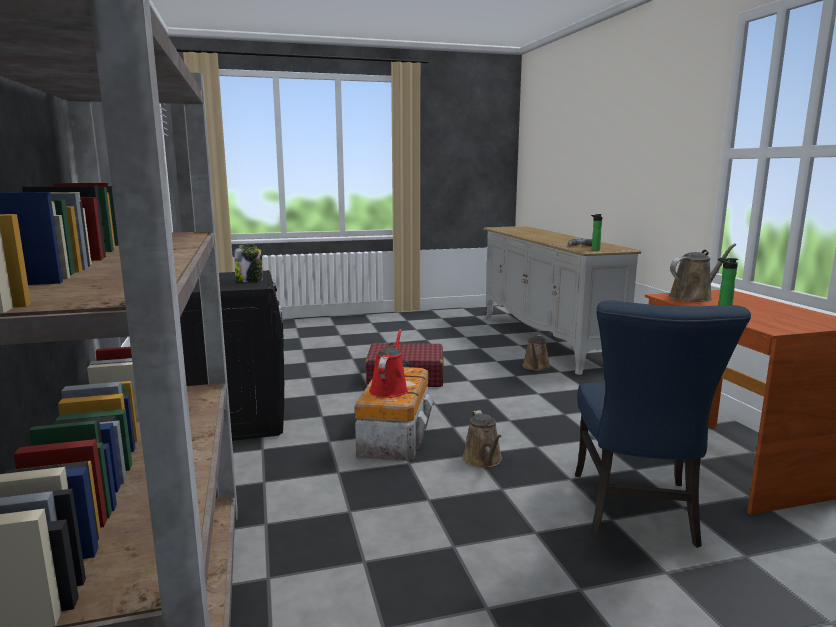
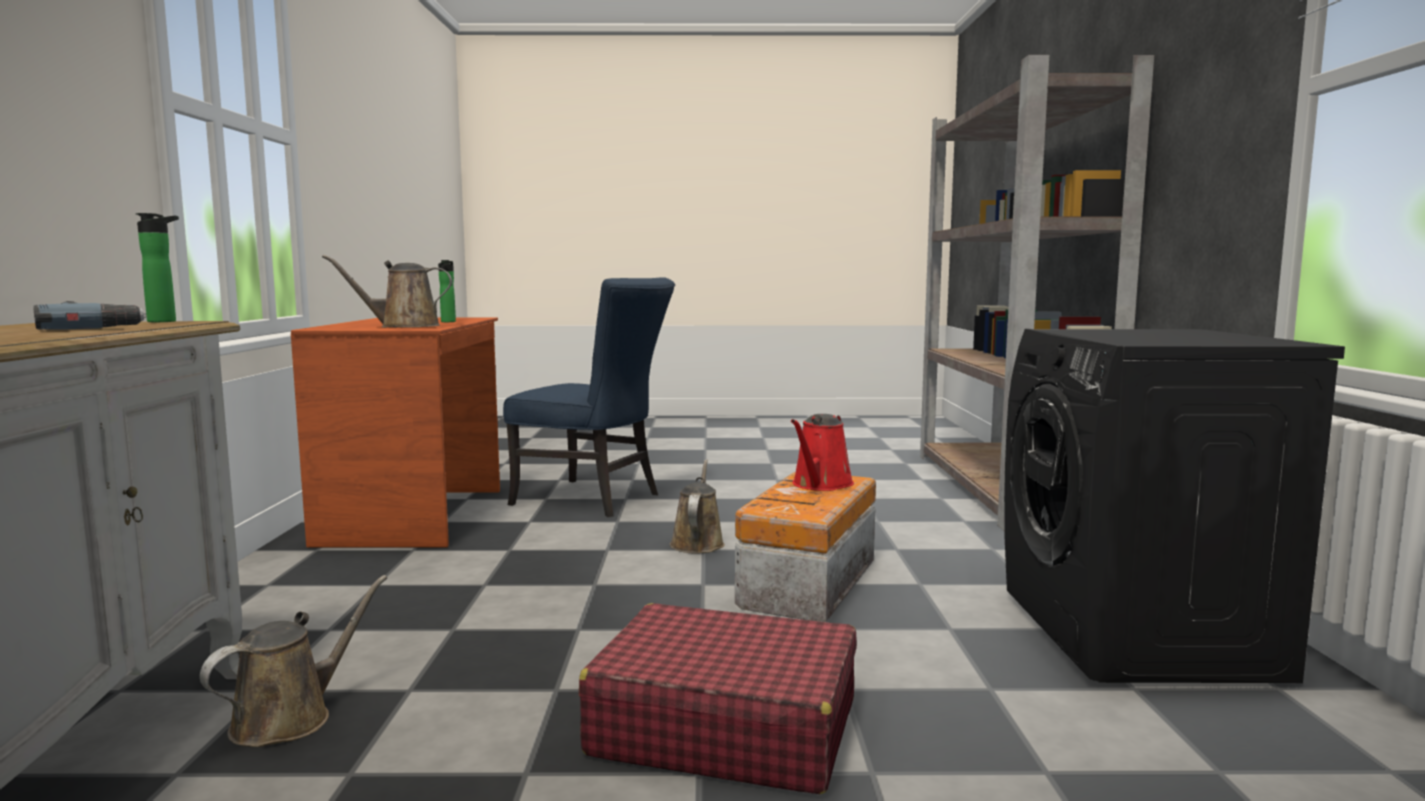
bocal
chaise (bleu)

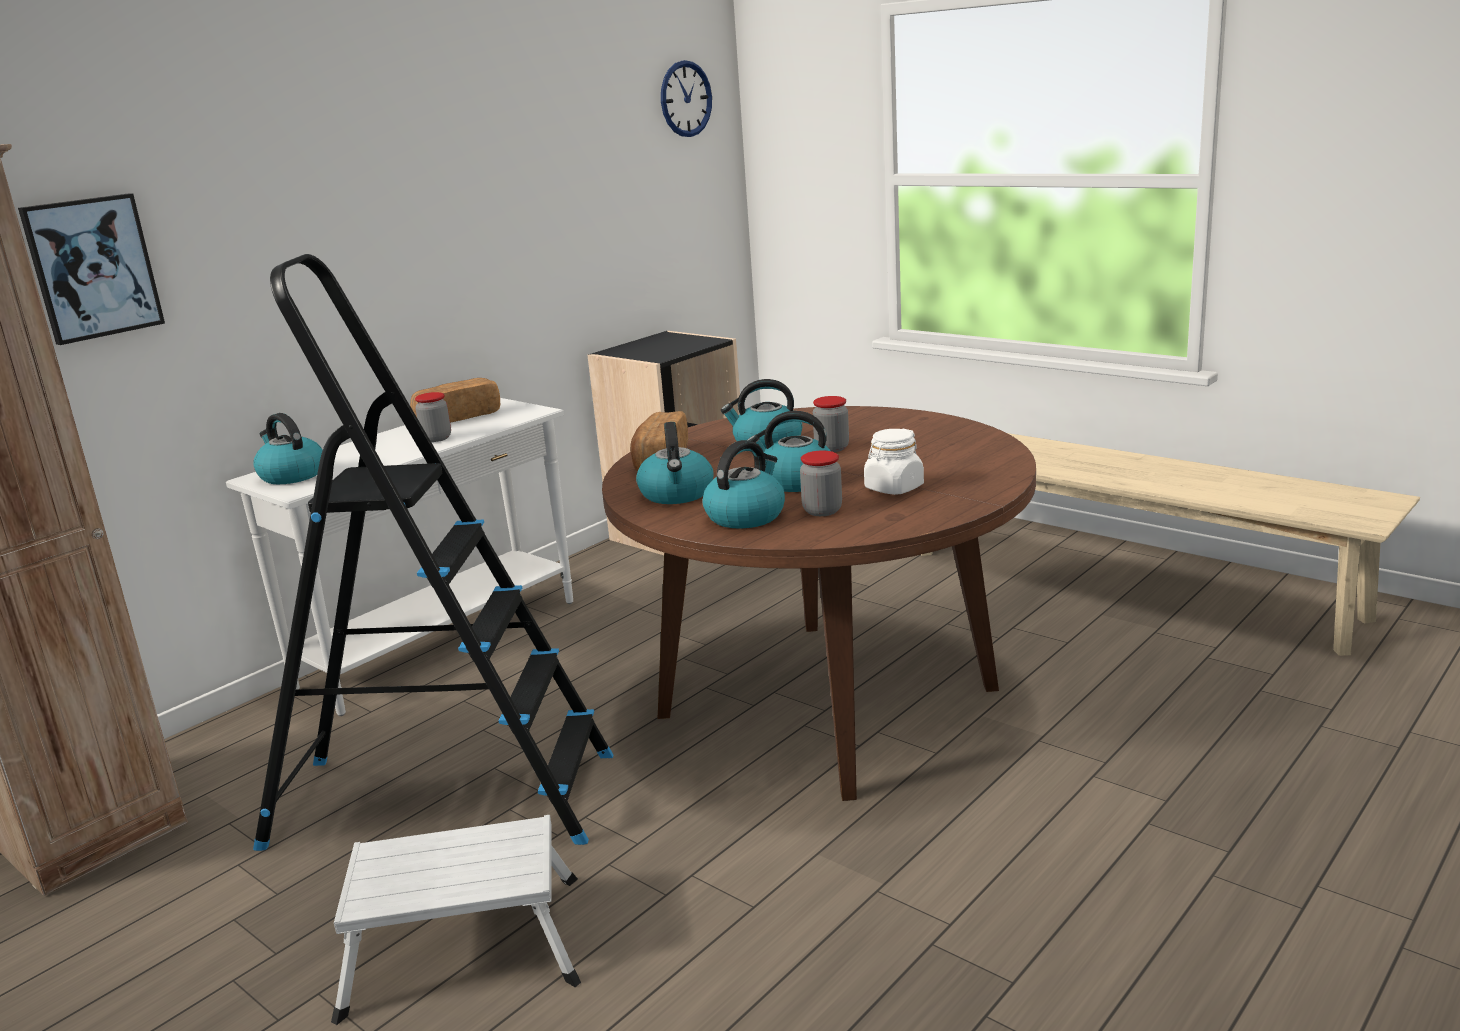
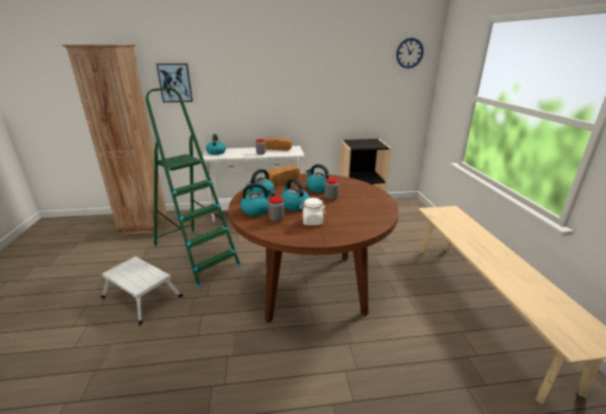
escabeau (vert)

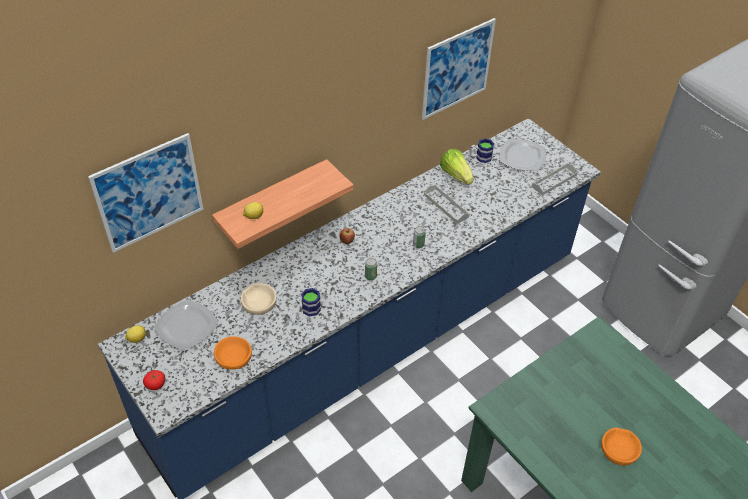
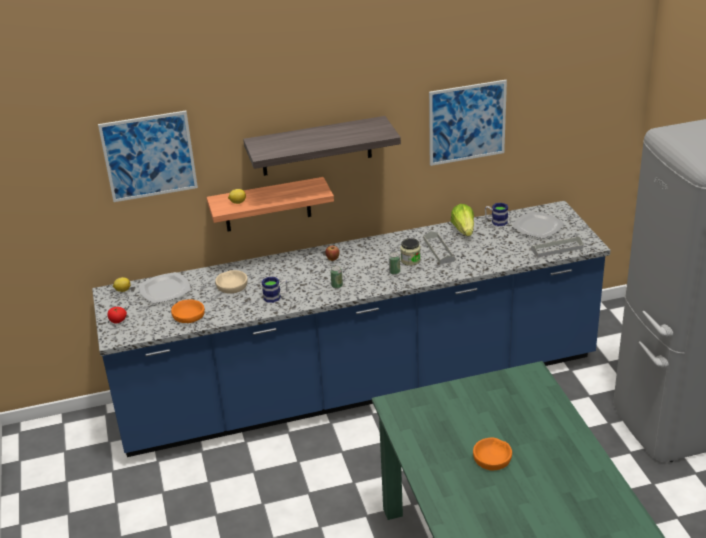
étagère (no. 2 from left)
bocal

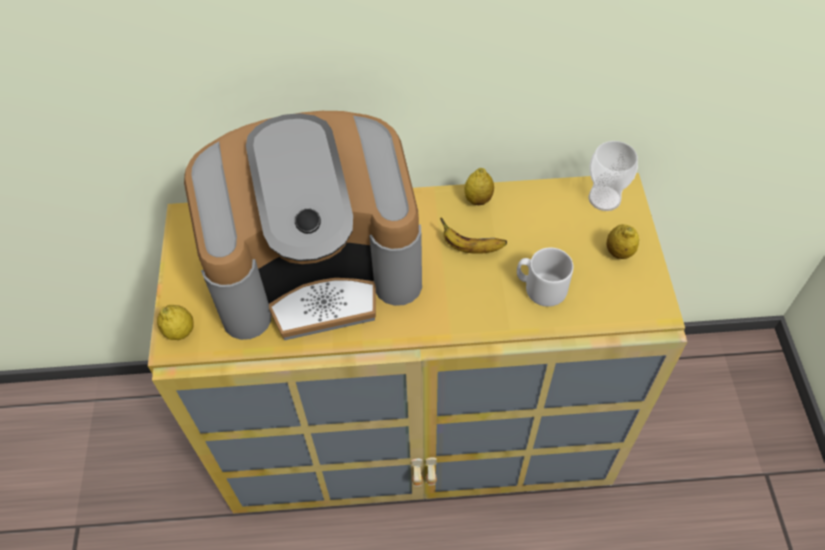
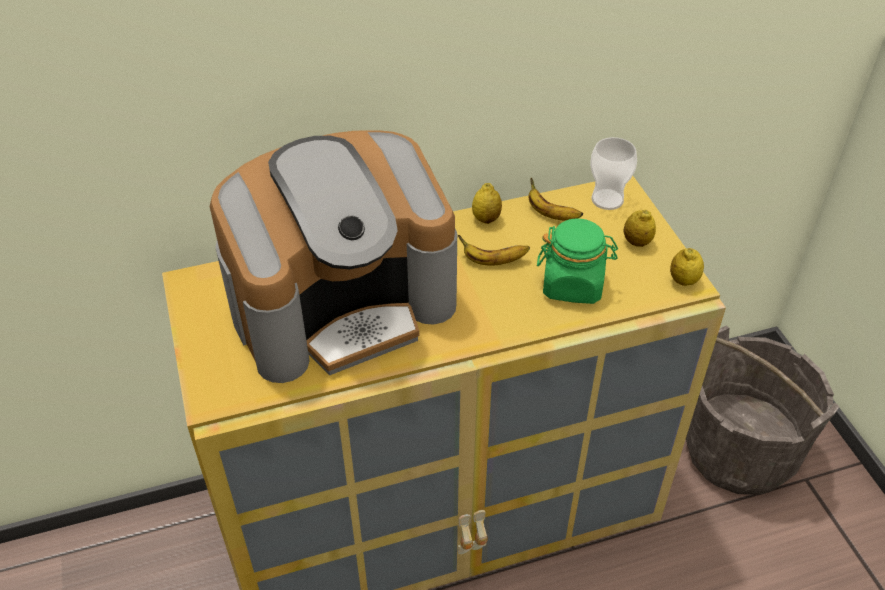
banane (no. 2 from left)
seau (gris)
citron (no. 3 from left)
bocal (vert)

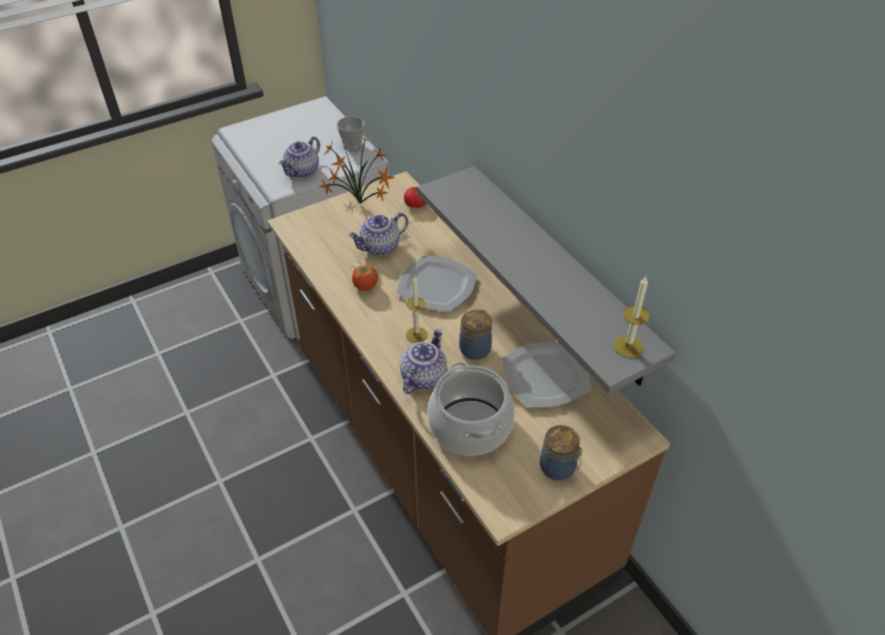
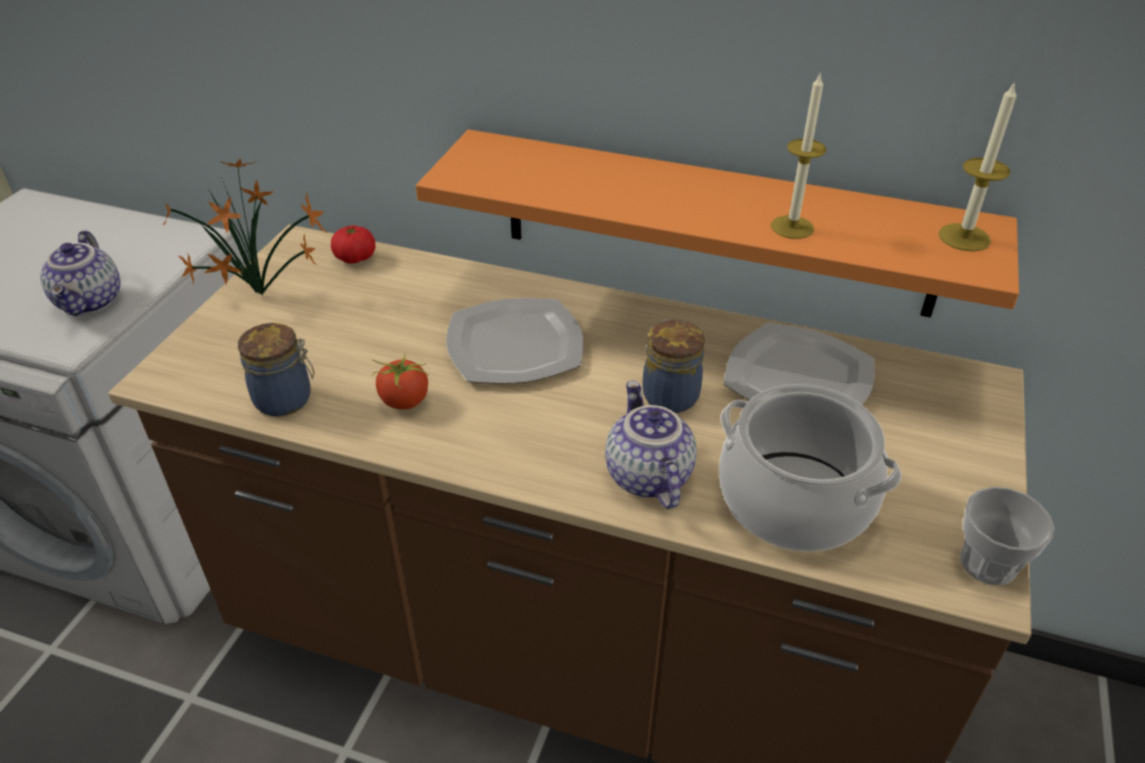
théière (no. 2 from left in the first image)
tasse
bougie (no. 1 from left)
bocal (no. 1 from left)
étagère (orange)

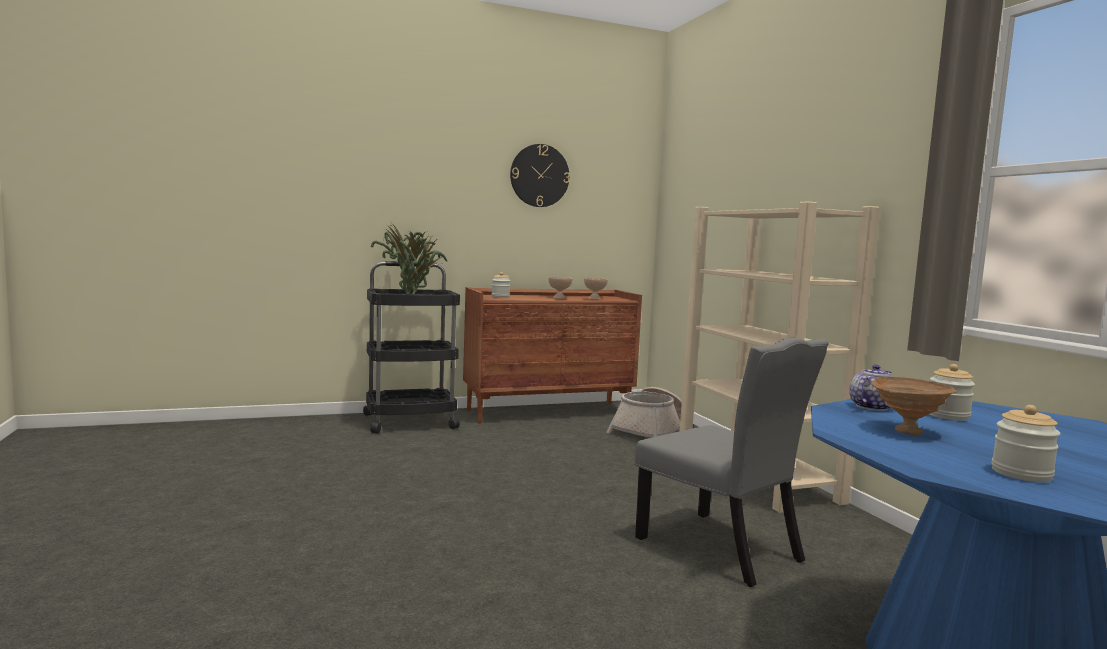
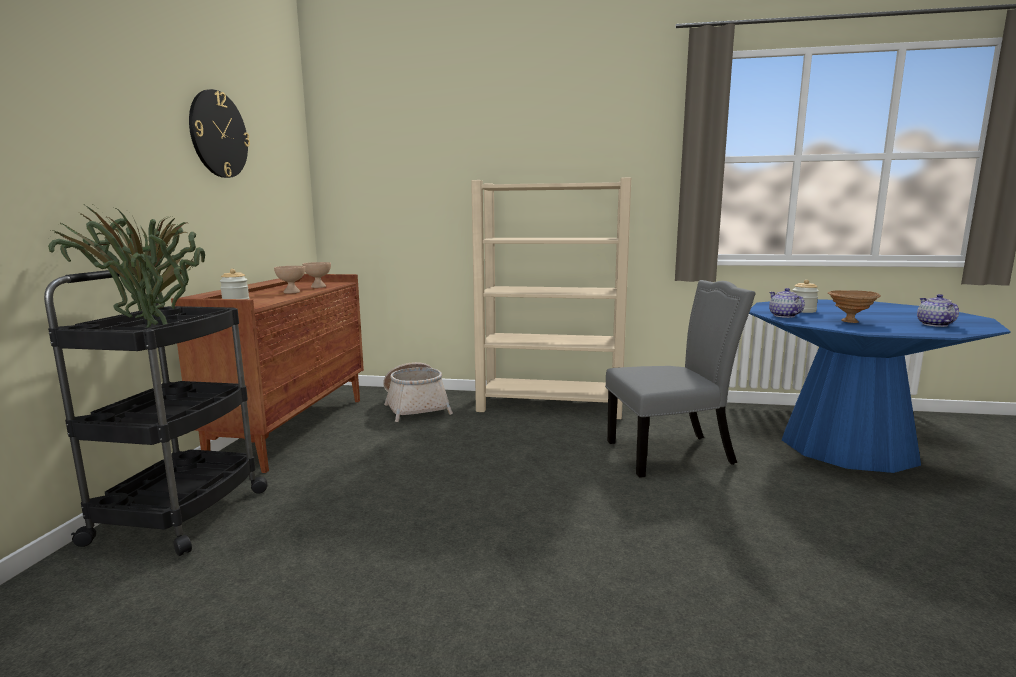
théière (no. 2 from left)

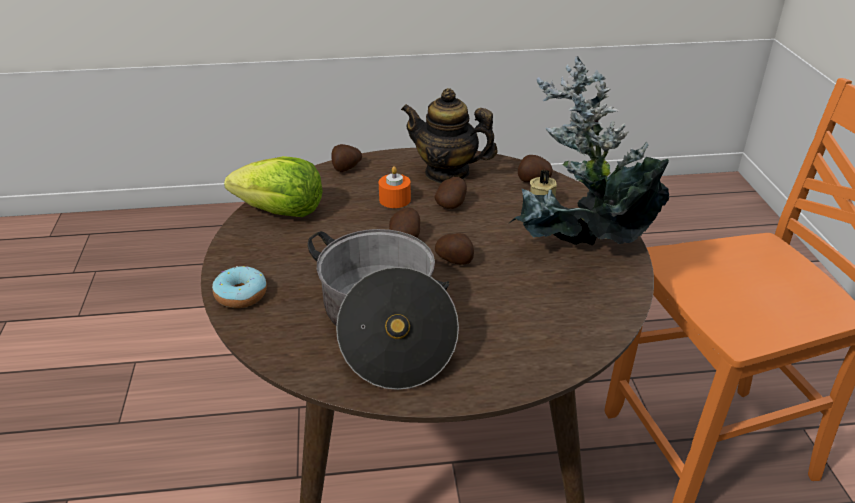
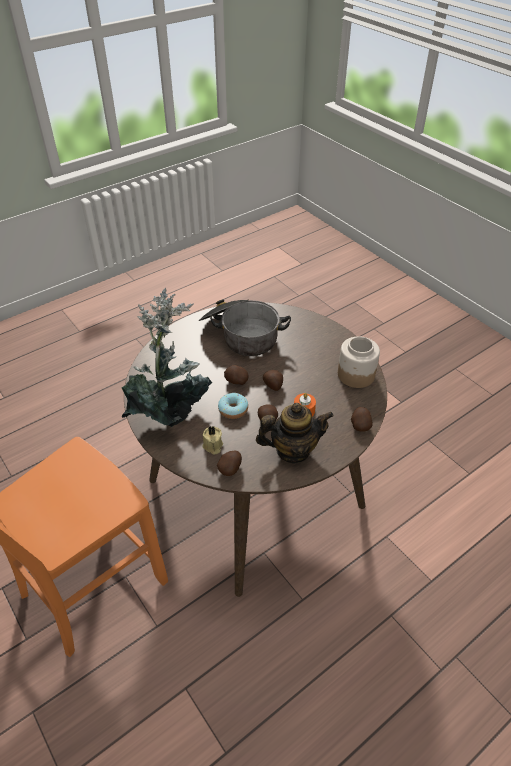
beignet
bocal

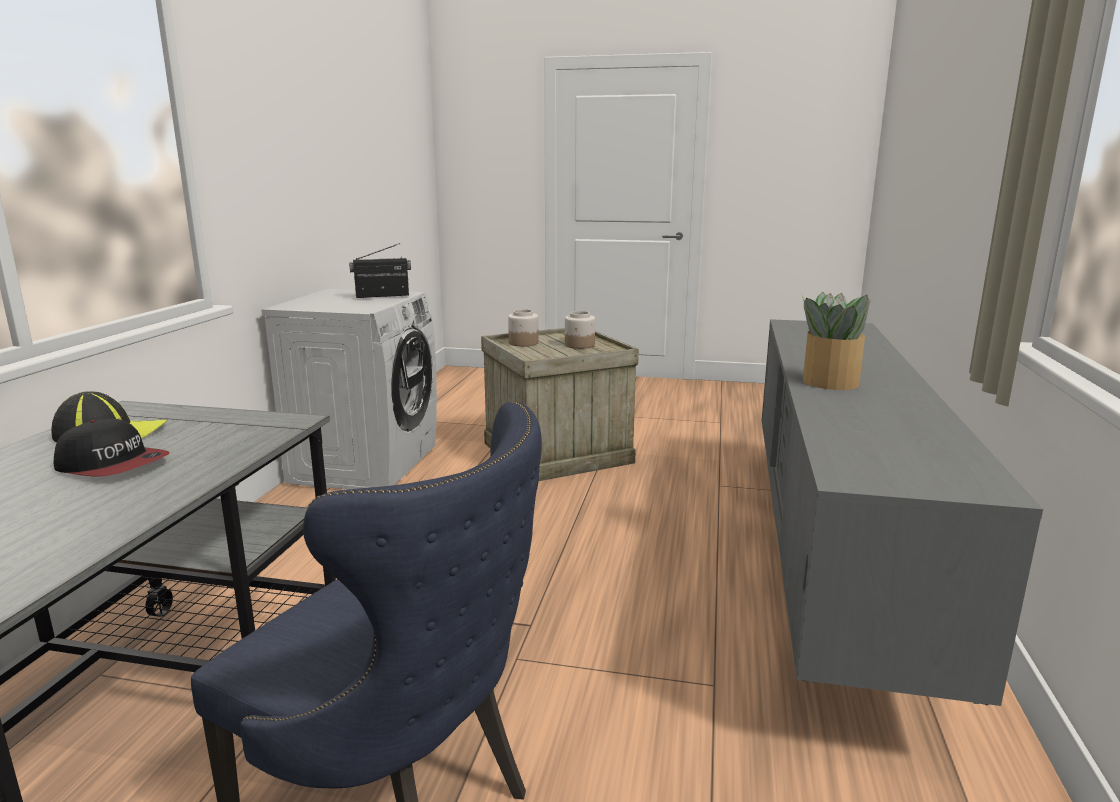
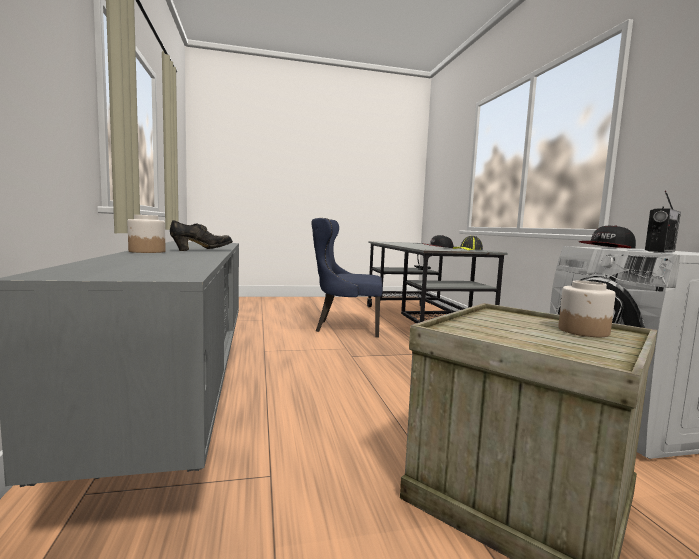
casquette (no. 3 from left)
bocal (no. 1 from left)
chaussure (noir)

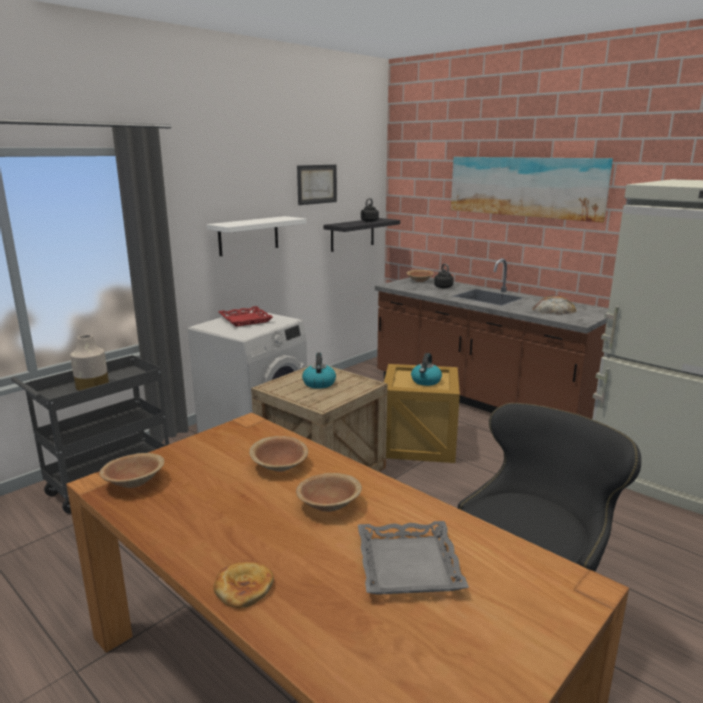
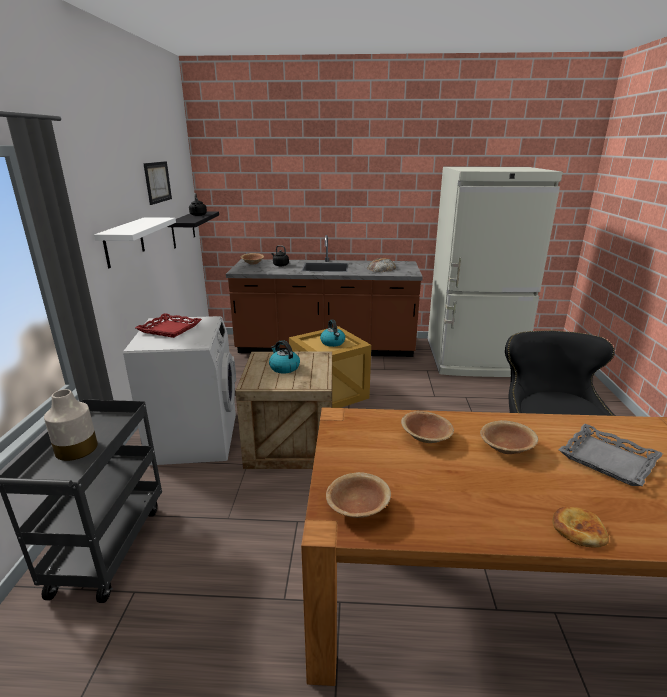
tableau (no. 2 from left in the first image)

